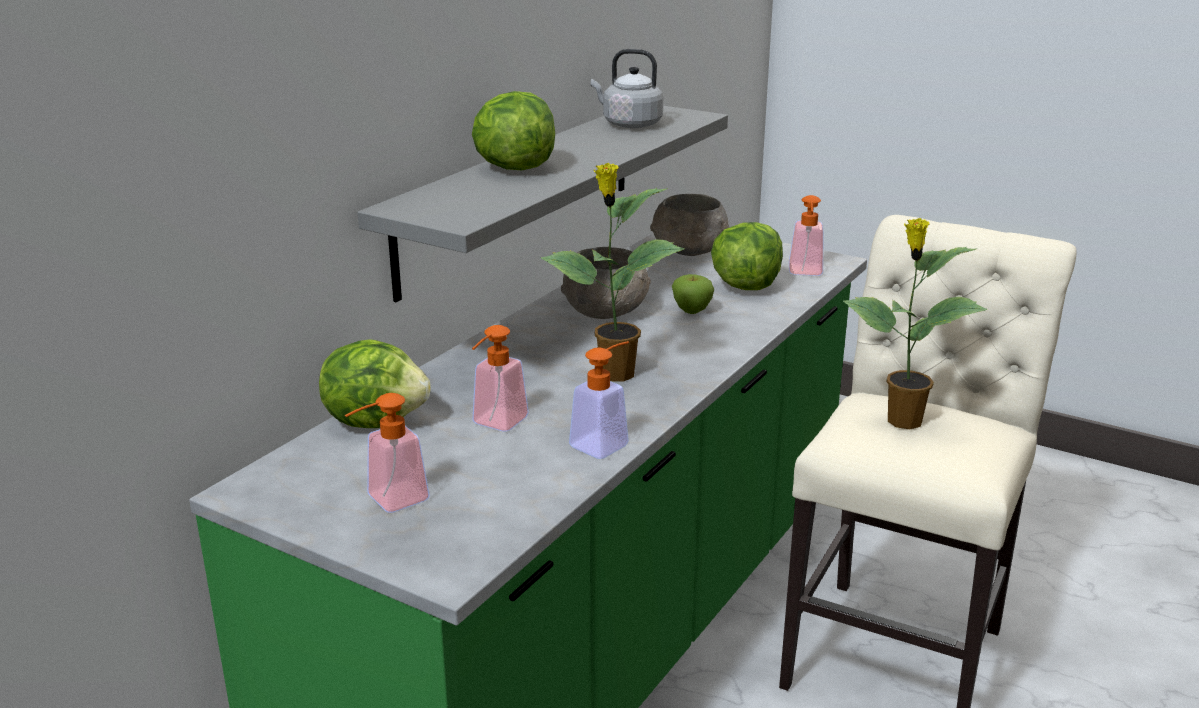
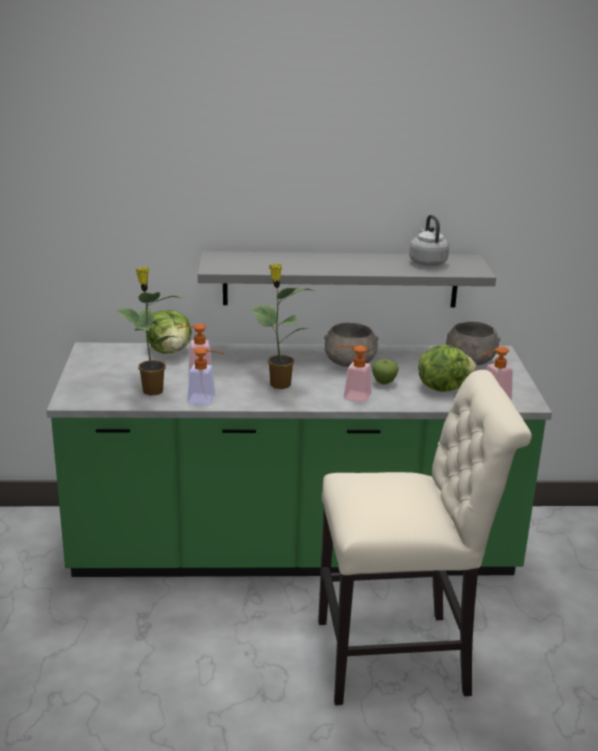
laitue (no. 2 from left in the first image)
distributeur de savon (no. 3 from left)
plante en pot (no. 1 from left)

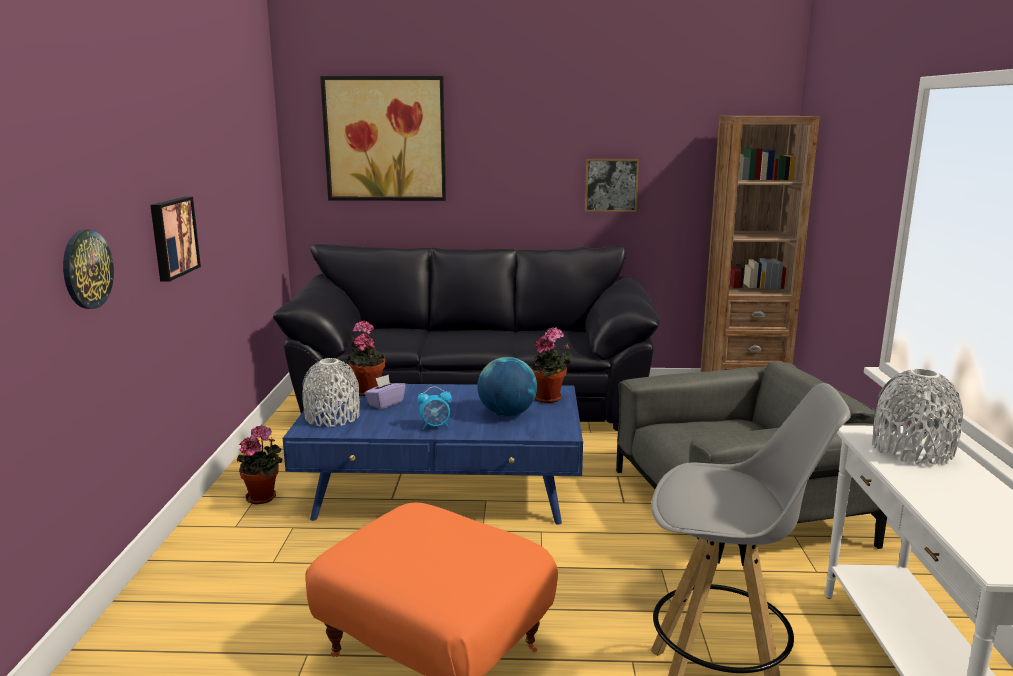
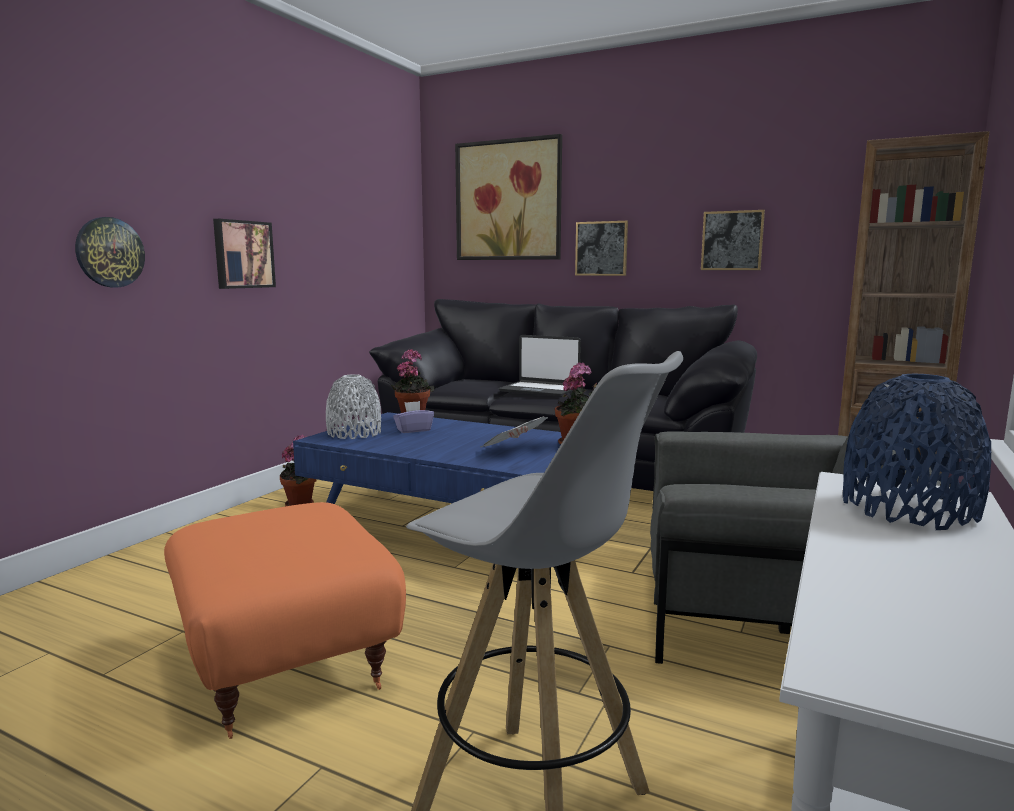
réveil
ordinateur portable
tableau (no. 3 from left)
journal
vase (bleu)

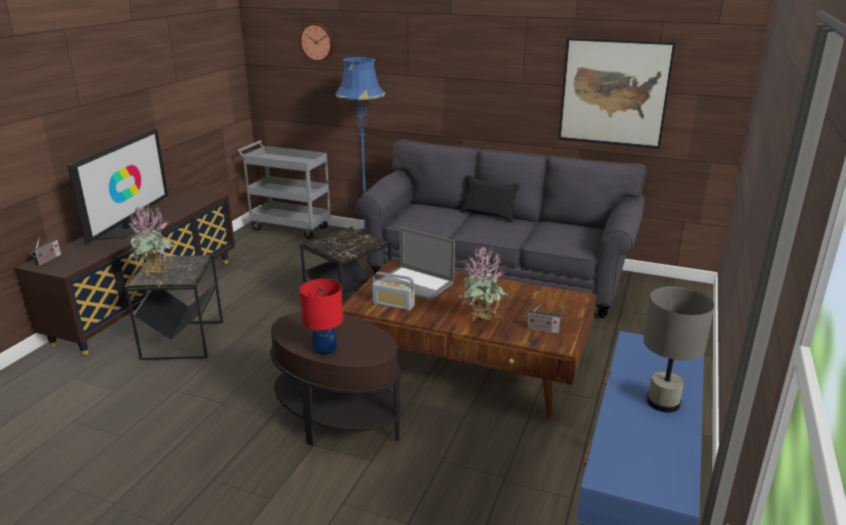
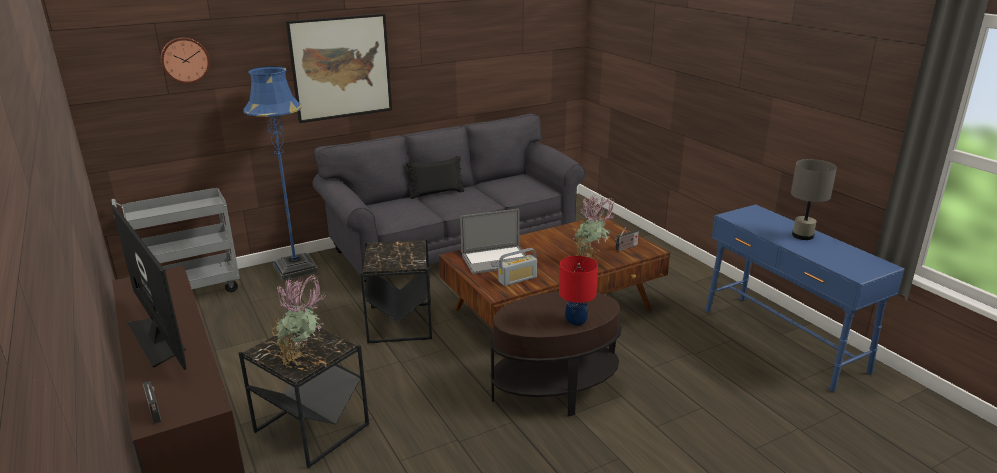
tableau

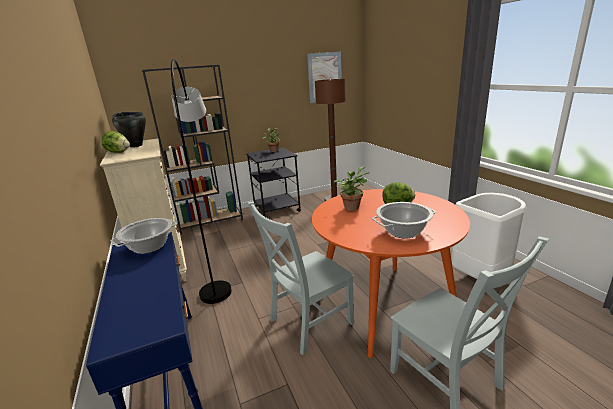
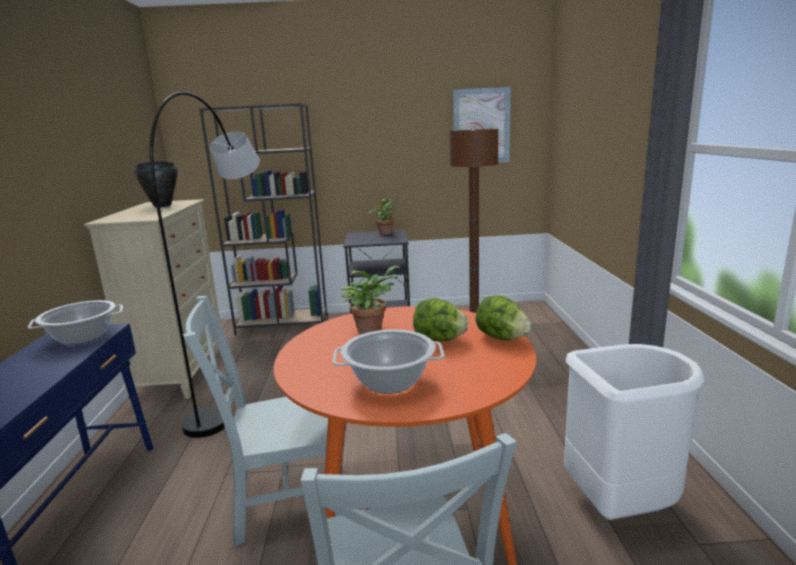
laitue (no. 2 from left)

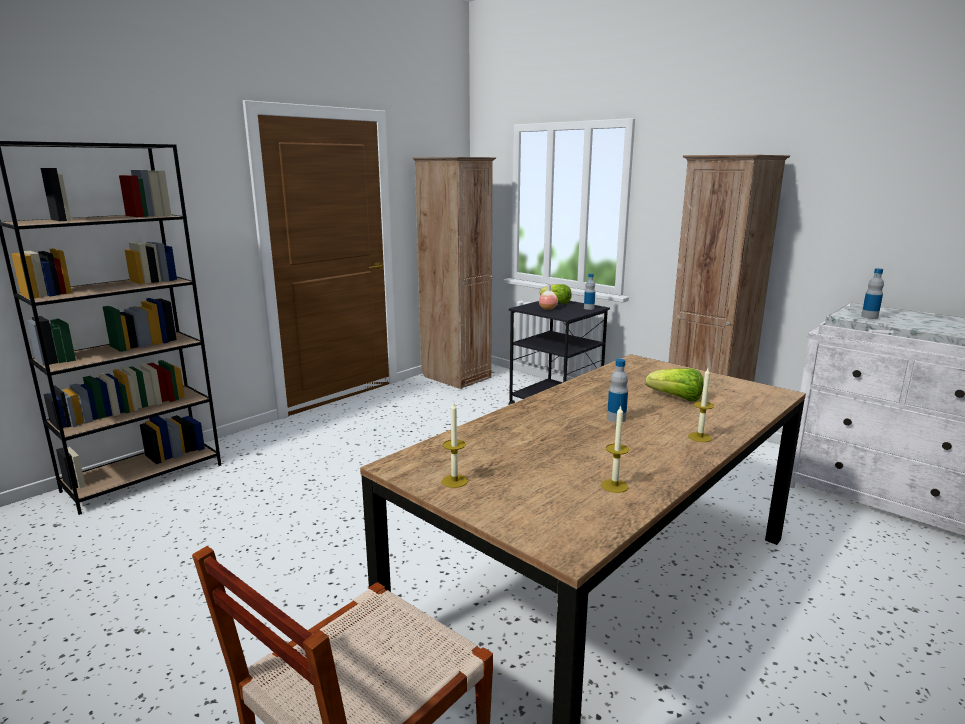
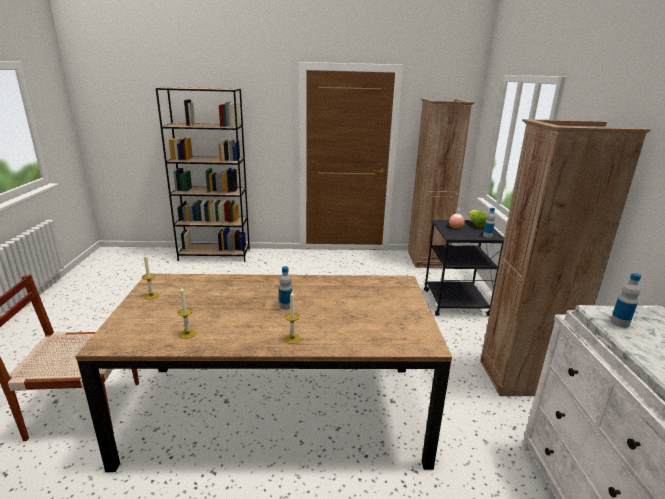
laitue (no. 2 from left in the first image)

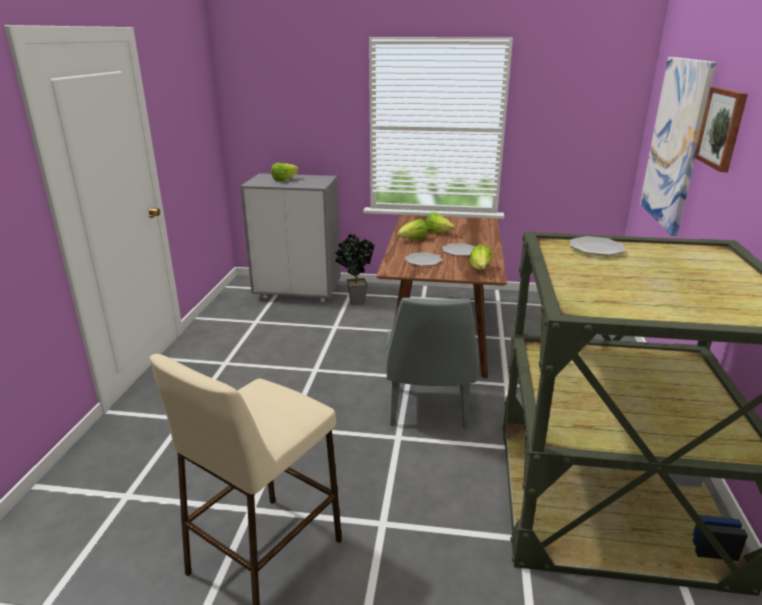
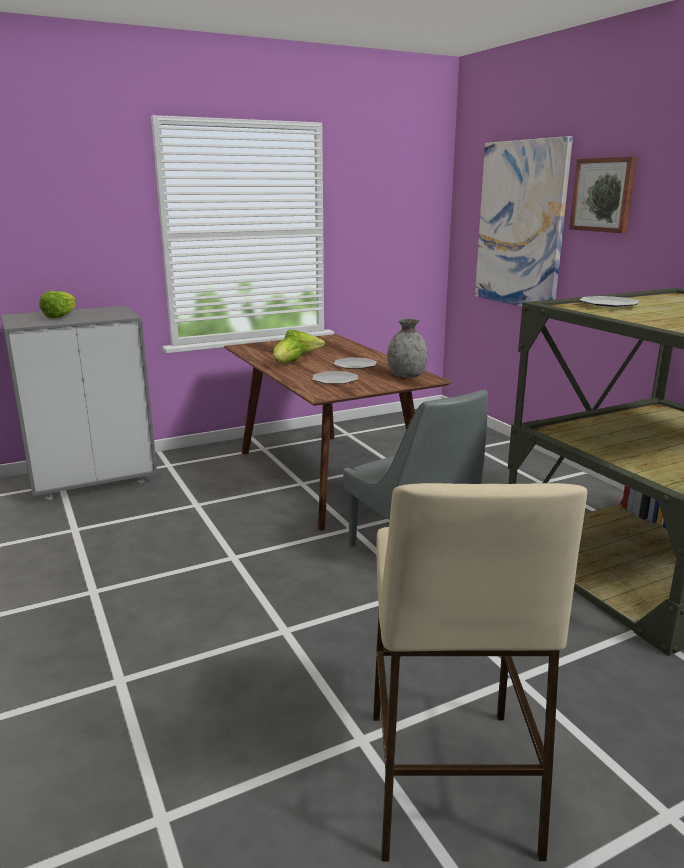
plante en pot
vase (gris)

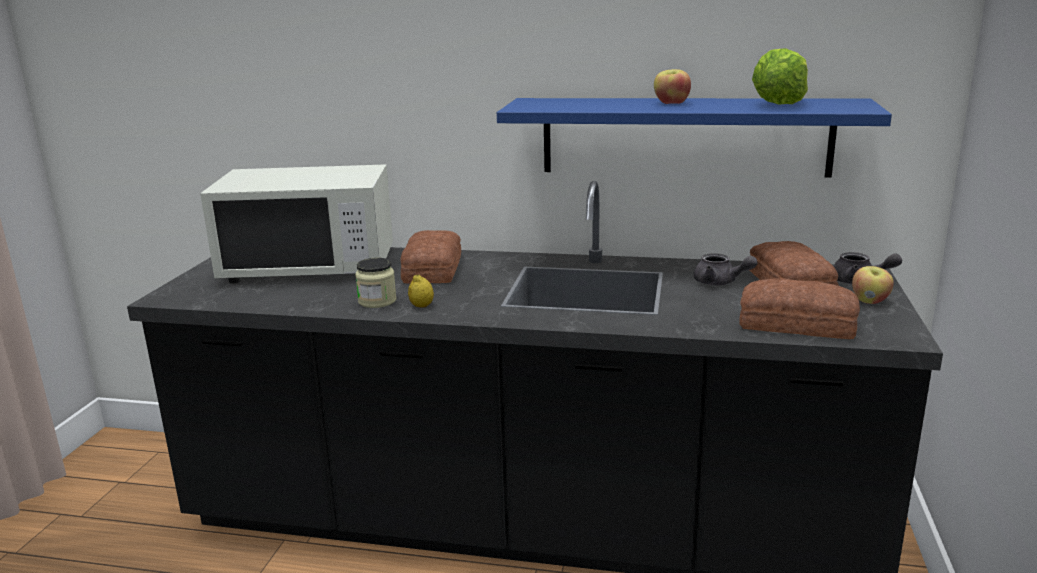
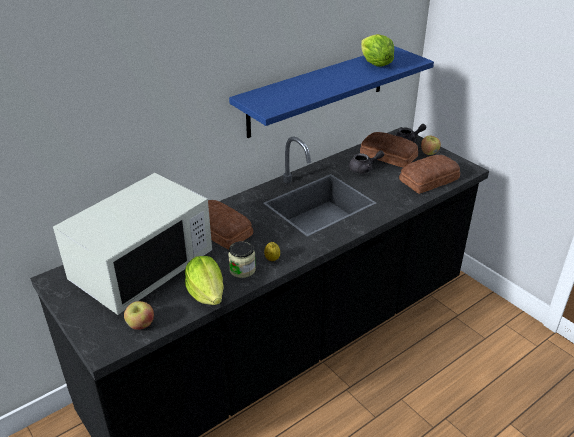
laitue (no. 1 from left)
pomme (no. 1 from left)

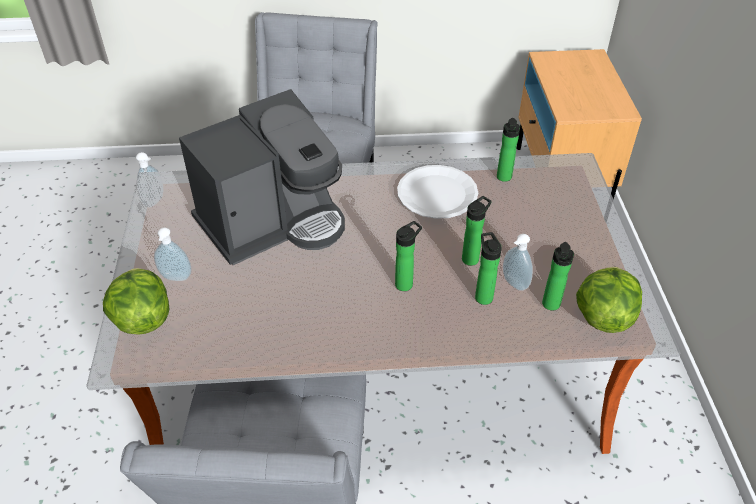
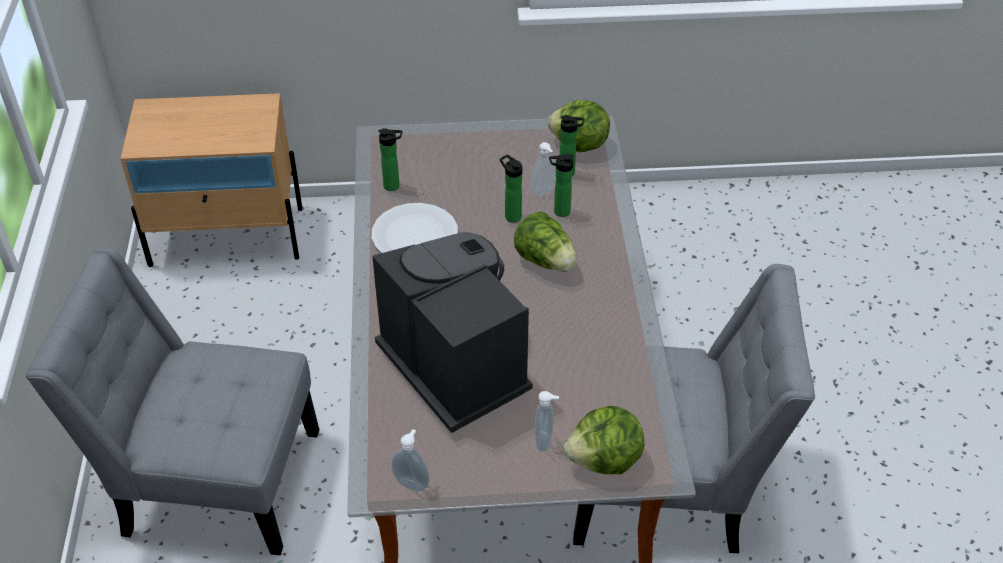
laitue (no. 1 from left)

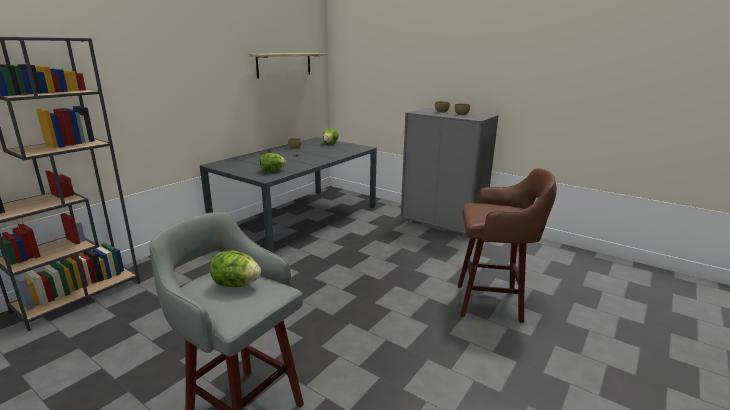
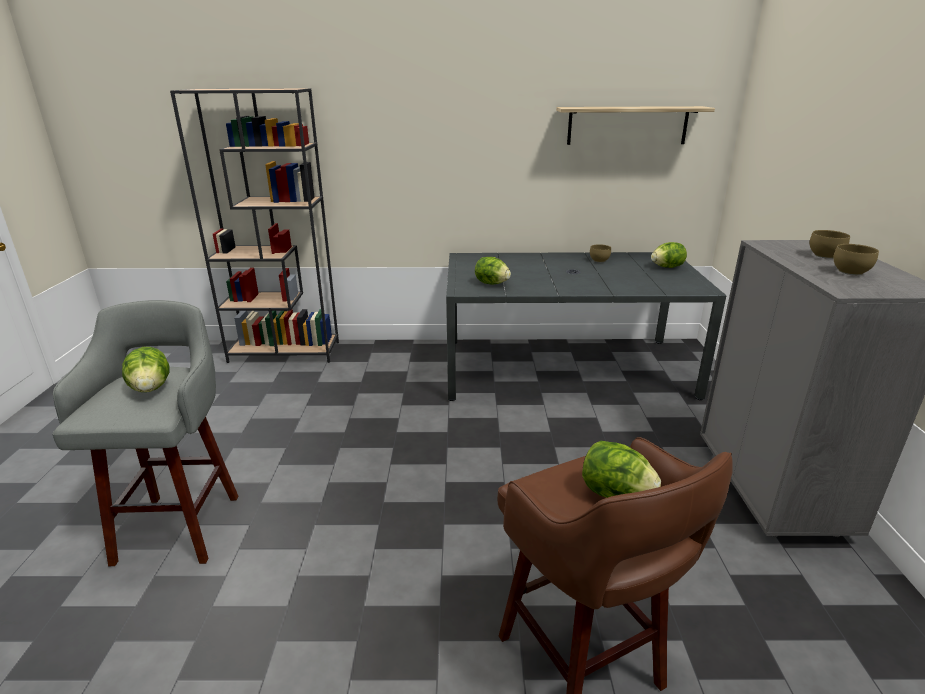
laitue (no. 3 from left)

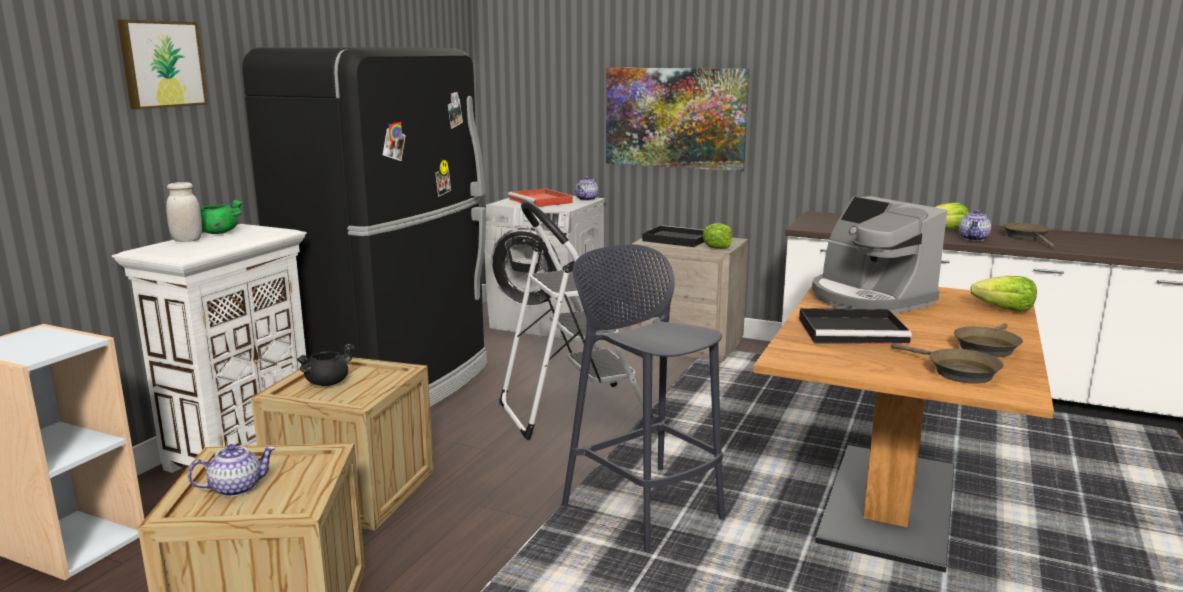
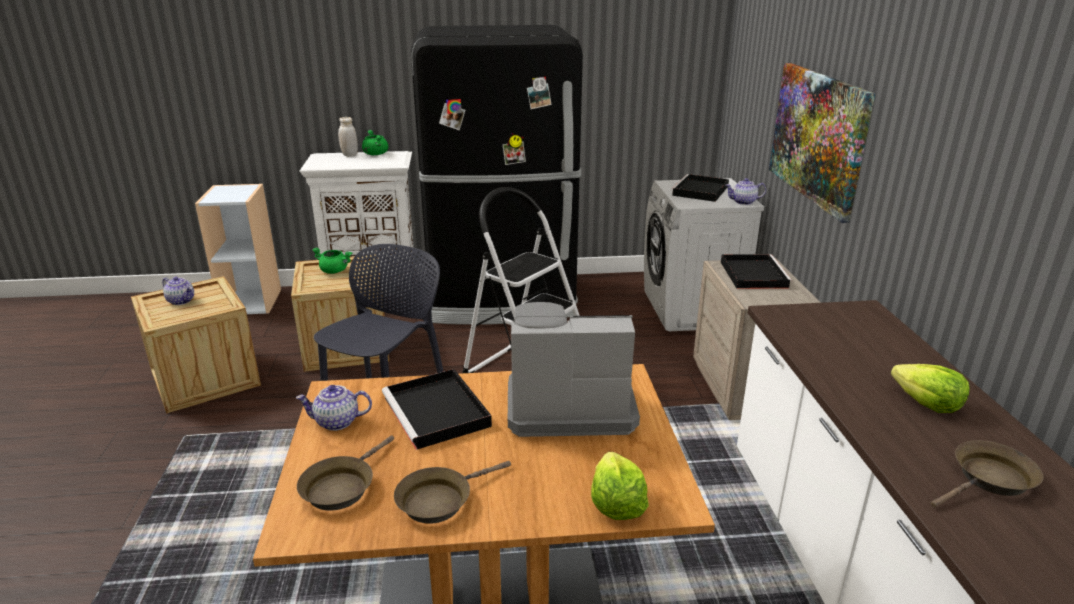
tableau (no. 1 from left in the first image)
laitue (no. 1 from left in the first image)
théière (no. 2 from left)
marmite (vert) (no. 1 from left)
plateau (noir) (no. 2 from left)
machine à café
poêle (marron) (no. 2 from left)

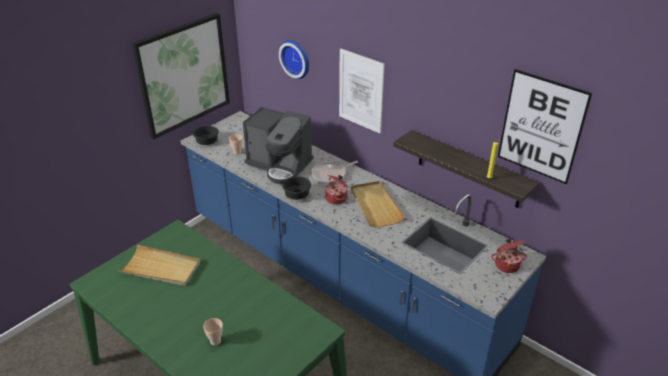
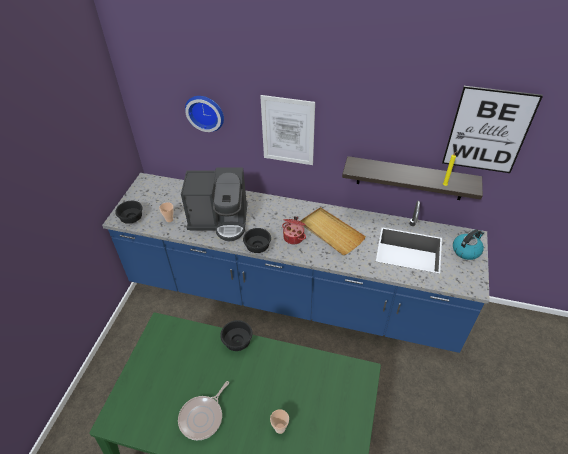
plateau (beige) (no. 1 from left in the first image)
tableau (no. 1 from left in the first image)
bol (noir) (no. 2 from left)
poêle
bouilloire

